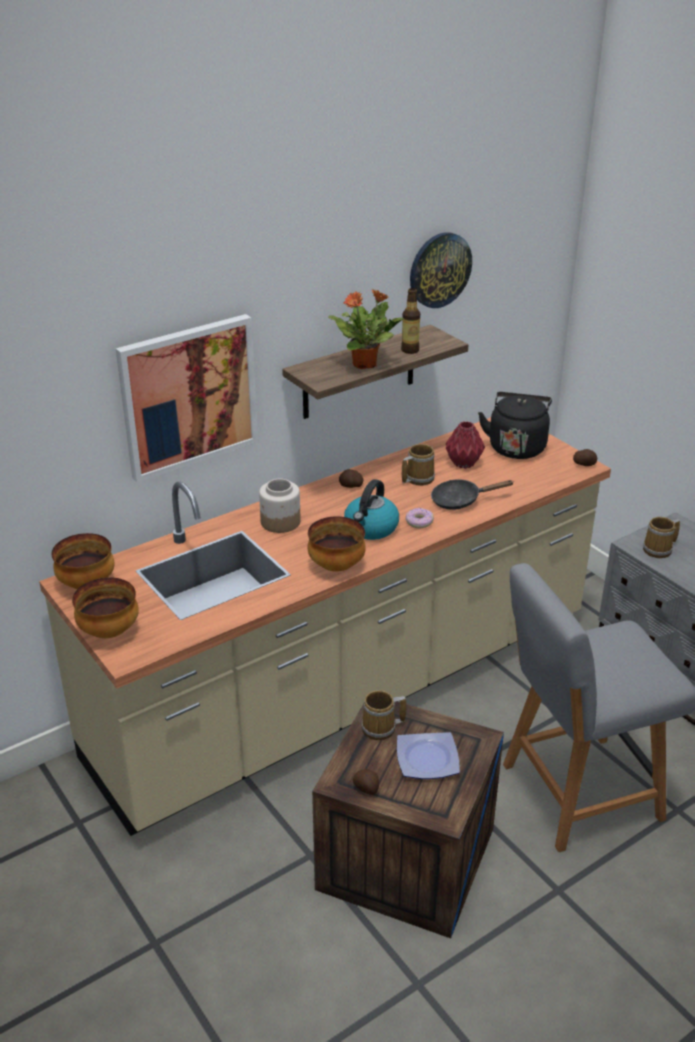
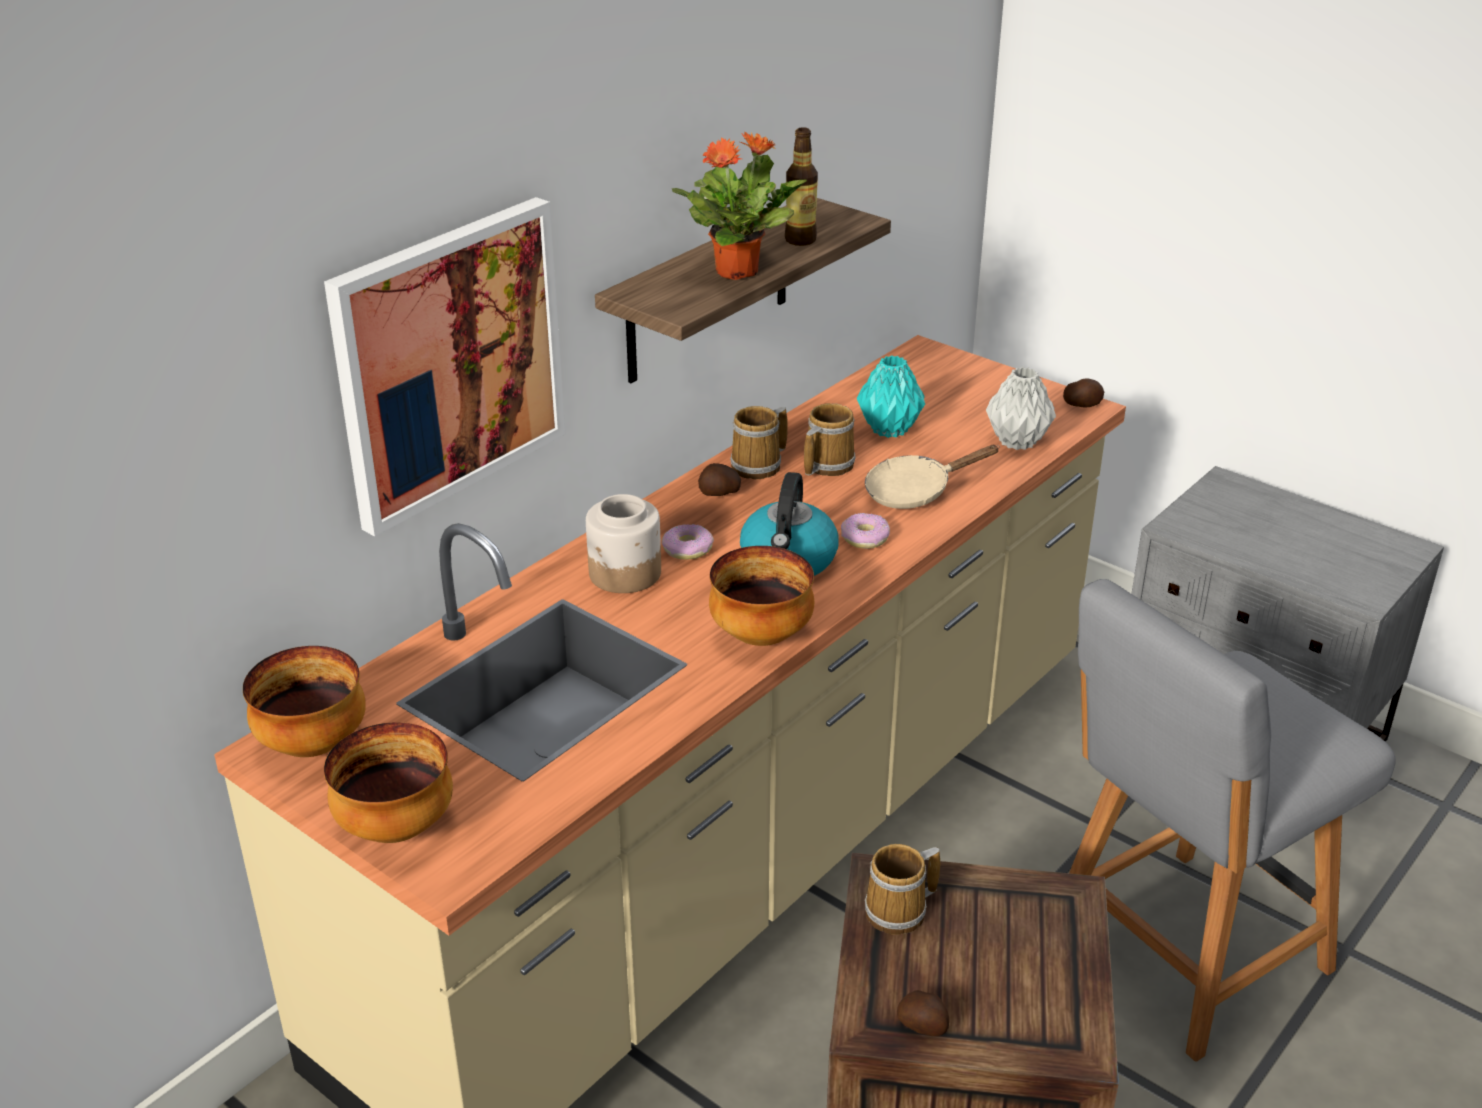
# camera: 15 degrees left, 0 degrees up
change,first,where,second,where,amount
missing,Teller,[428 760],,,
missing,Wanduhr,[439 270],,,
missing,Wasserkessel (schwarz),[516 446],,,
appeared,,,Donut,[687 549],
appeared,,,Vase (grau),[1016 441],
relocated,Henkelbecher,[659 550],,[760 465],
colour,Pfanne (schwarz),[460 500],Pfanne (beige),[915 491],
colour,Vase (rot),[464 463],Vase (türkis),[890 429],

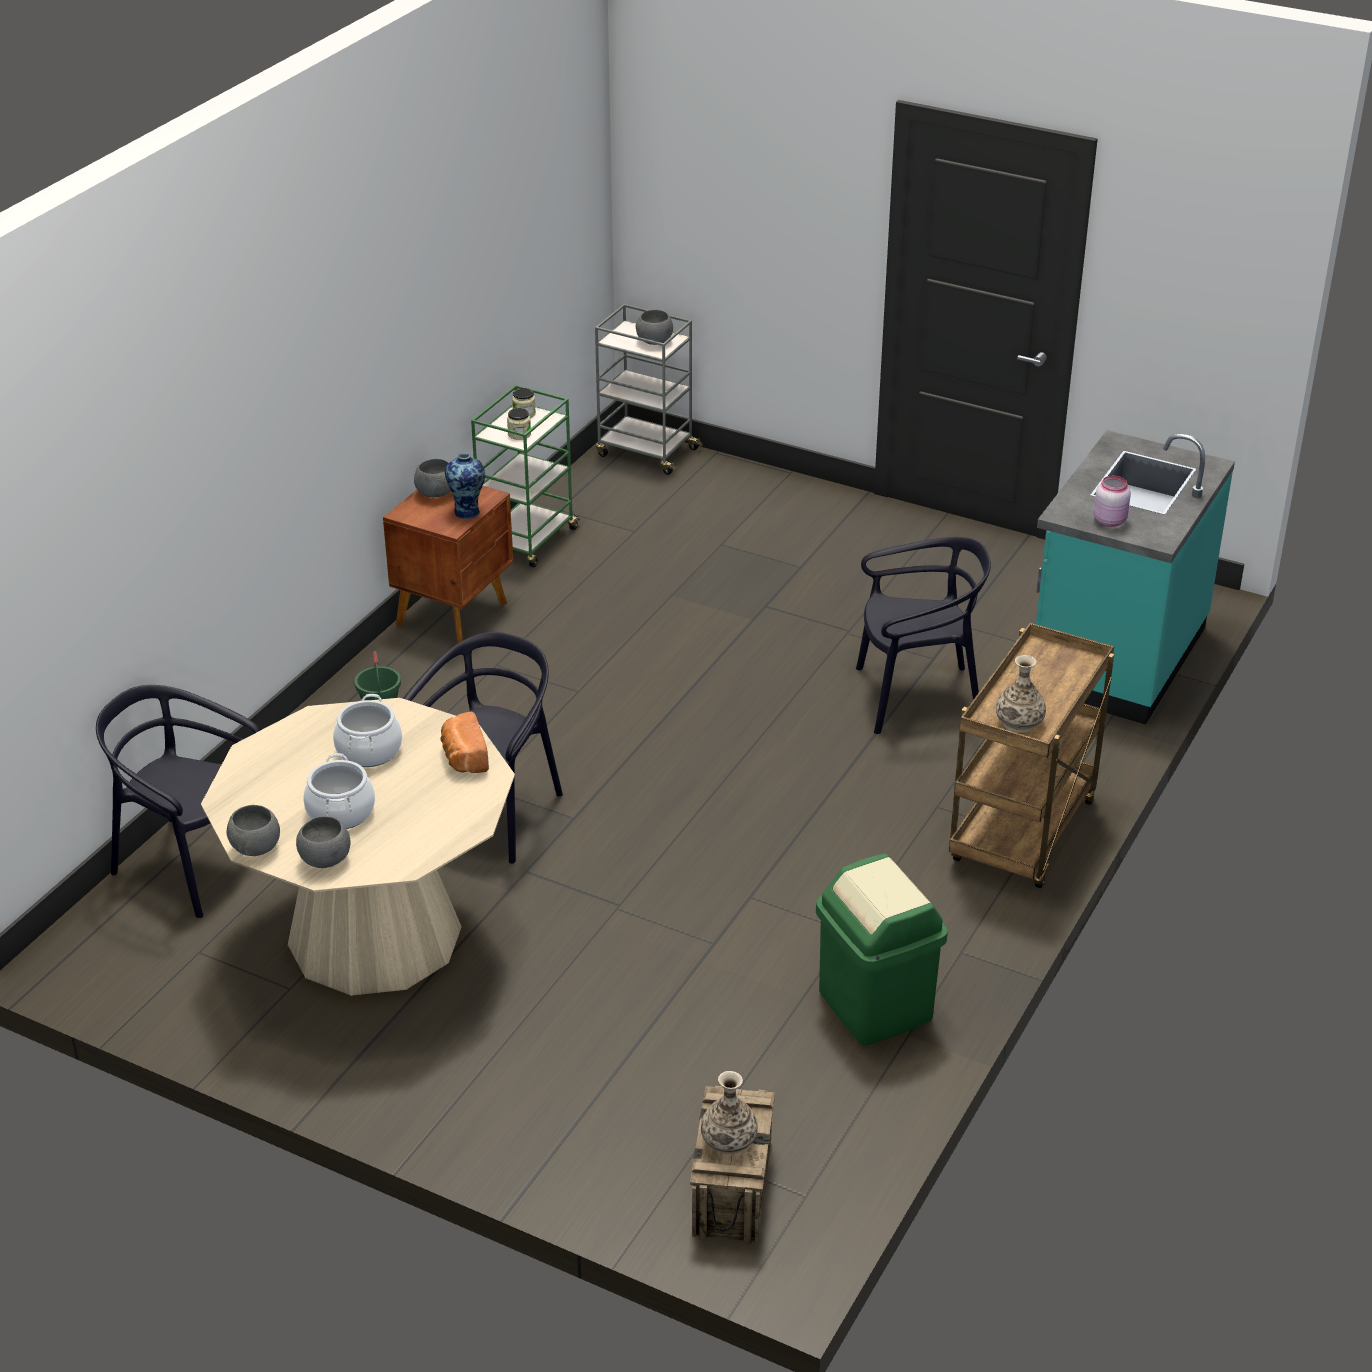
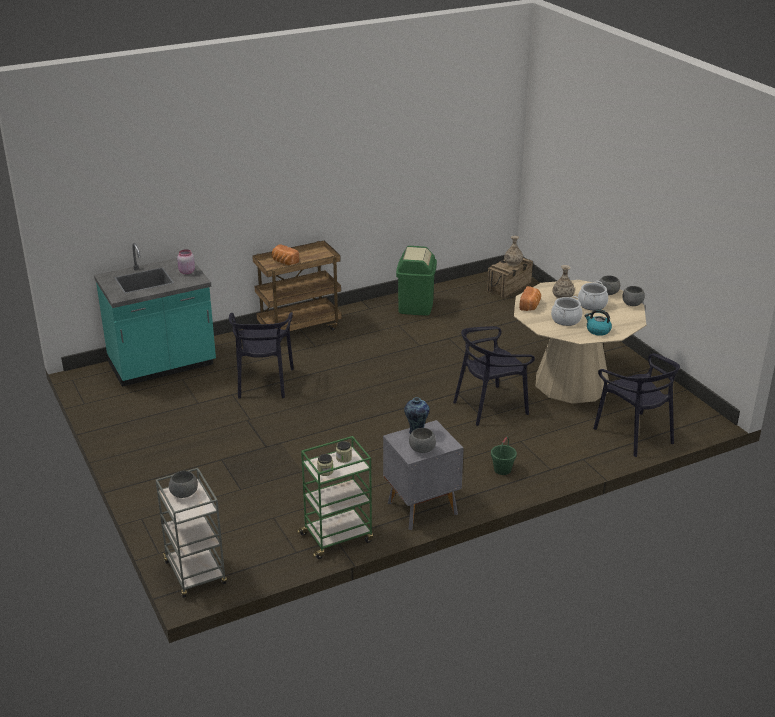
# camera: 145 degrees left, 5 degrees down
change,first,where,second,where,amount
appeared,,,Brot,[284 262],
appeared,,,Wasserkessel,[597 330],
relocated,Vase,[1019 722],,[563 297],
colour,Nachttisch (braun),[454 613],Nachttisch (grau),[421 508],
spun,Stuhl (schwarz),[916 697],,[263 383],120 degrees counterclockwise

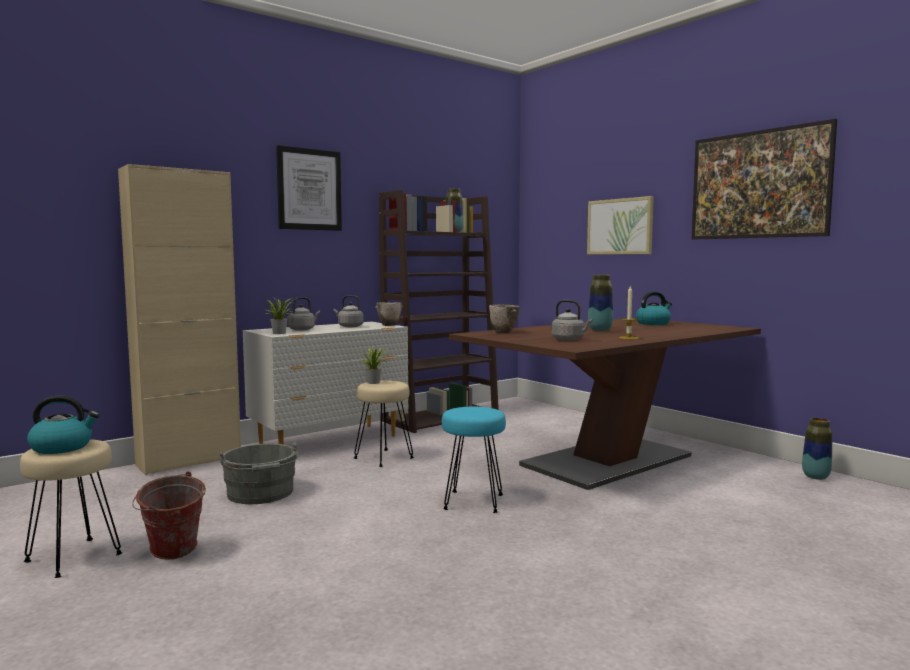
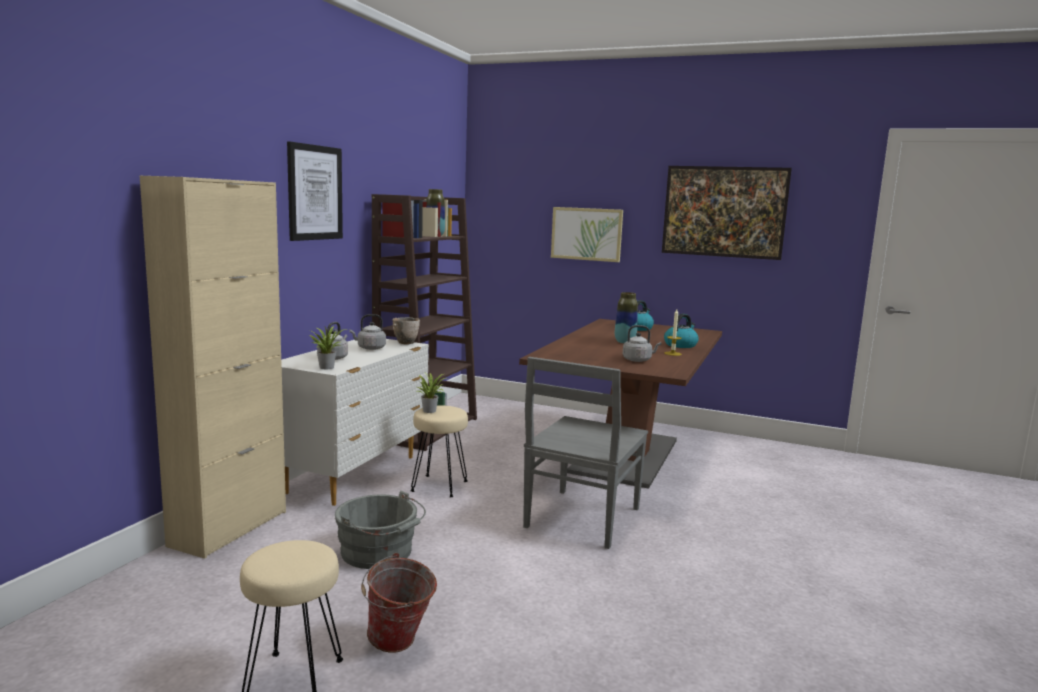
# camera: 30 degrees left, 5 degrees up
change,first,where,second,where,amount
missing,Schüssel,[504 332],,,
missing,Vase,[815 477],,,
relocated,Wasserkessel,[62 447],,[680 345],
exchanged,Hocker (türkis),[472 502],Stuhl (grau),[581 519],

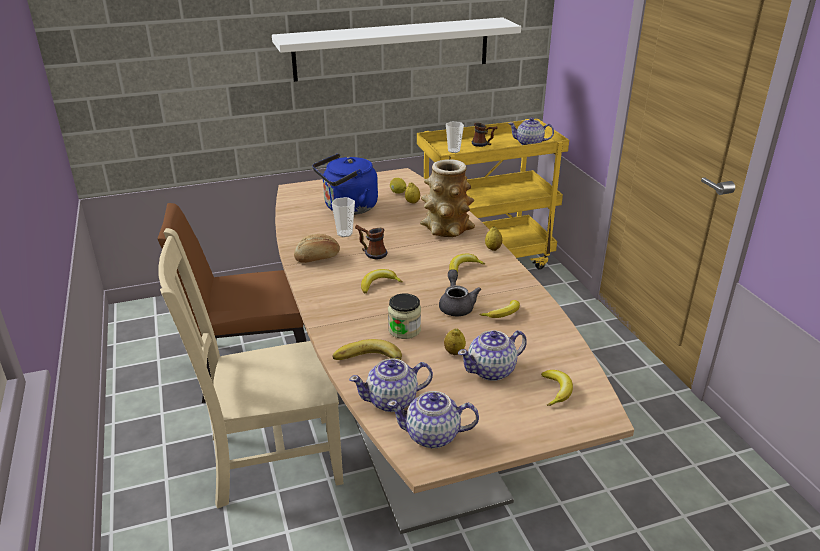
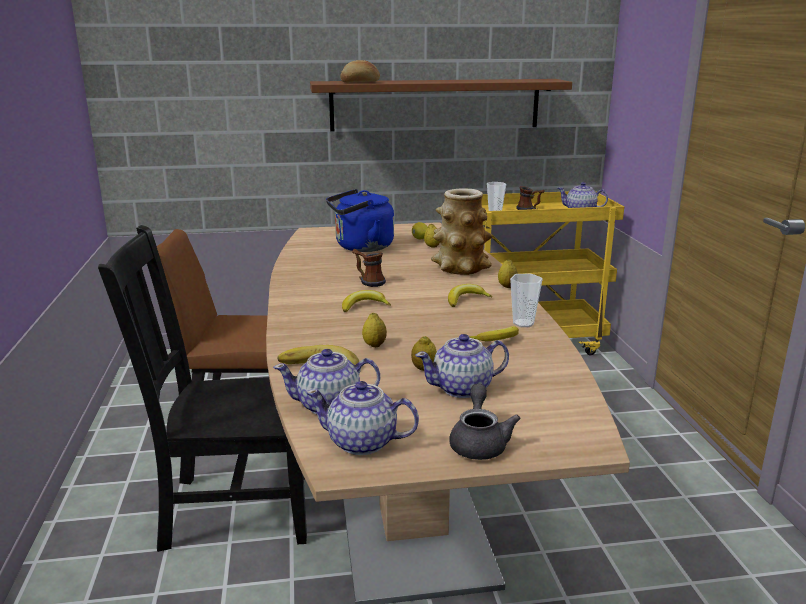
# camera: 10 degrees right, 10 degrees down
change,first,where,second,where,amount
missing,Banane,[556 391],,,
relocated,Brot,[317 258],,[360 82],
relocated,Tasse,[344 233],,[523 323],
relocated,Teekanne (grau),[456 305],,[479 442],
exchanged,Vorratsglas,[404 330],Zitrone,[374 345],
colour,Stuhl (beige),[270 459],Stuhl (schwarz),[233 509],
colour,Wandregal (weiß),[392 49],Wandregal (braun),[435 104],

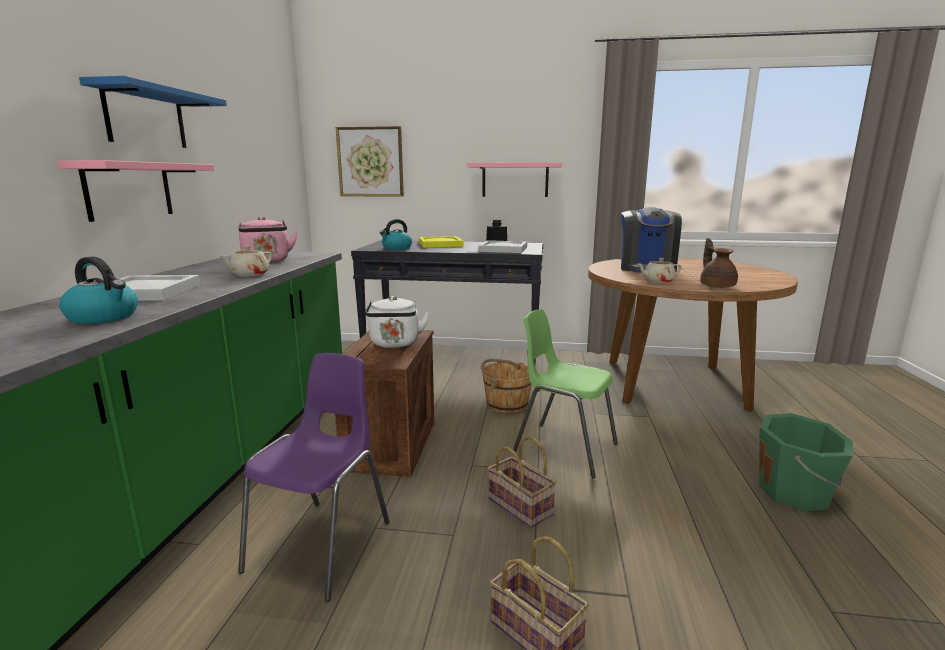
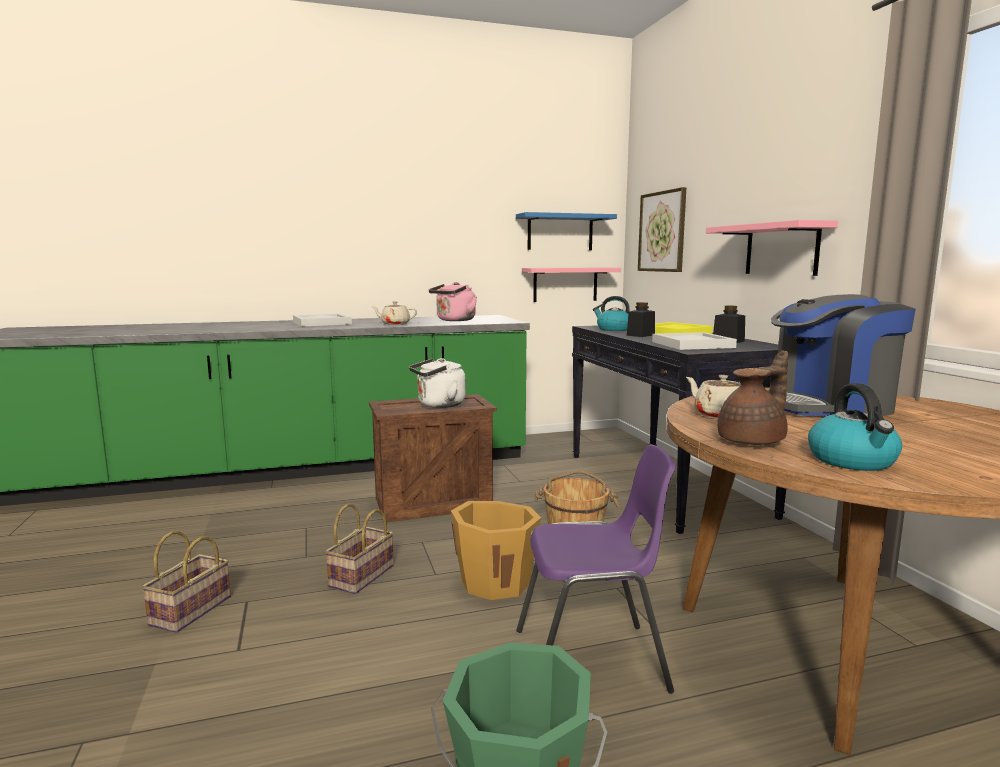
# camera: 65 degrees right, 5 degrees down
change,first,where,second,where,amount
appeared,,,Vorratsglas (schwarz),[640 335],
relocated,Wandregal (rosa),[129 190],,[565 284],
relocated,Wasserkessel,[104 317],,[853 461],
relocated,Wandregal (blau),[146 118],,[560 232],
relocated,Stuhl (lila),[322 545],,[591 661],
exchanged,Stuhl (grün),[564 448],Eimer (orange),[496 581],

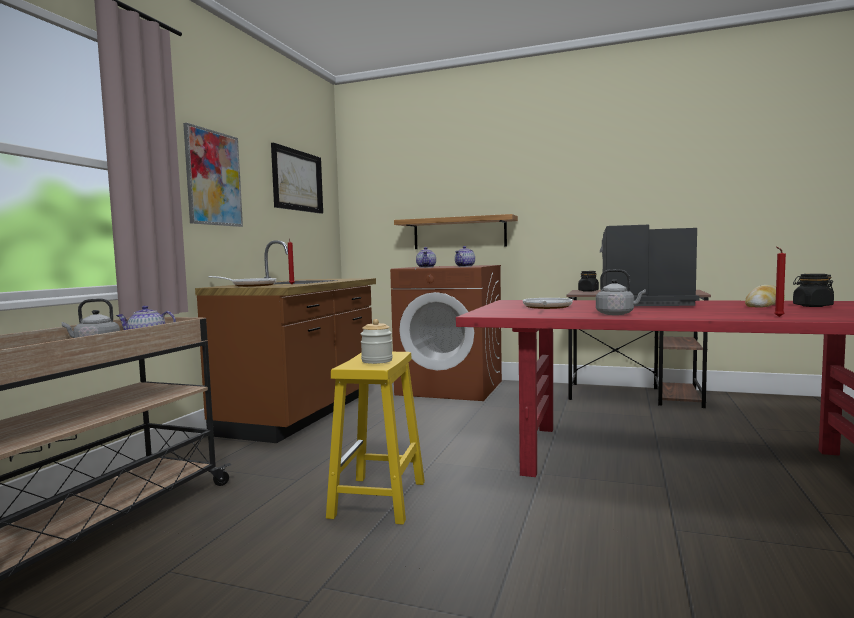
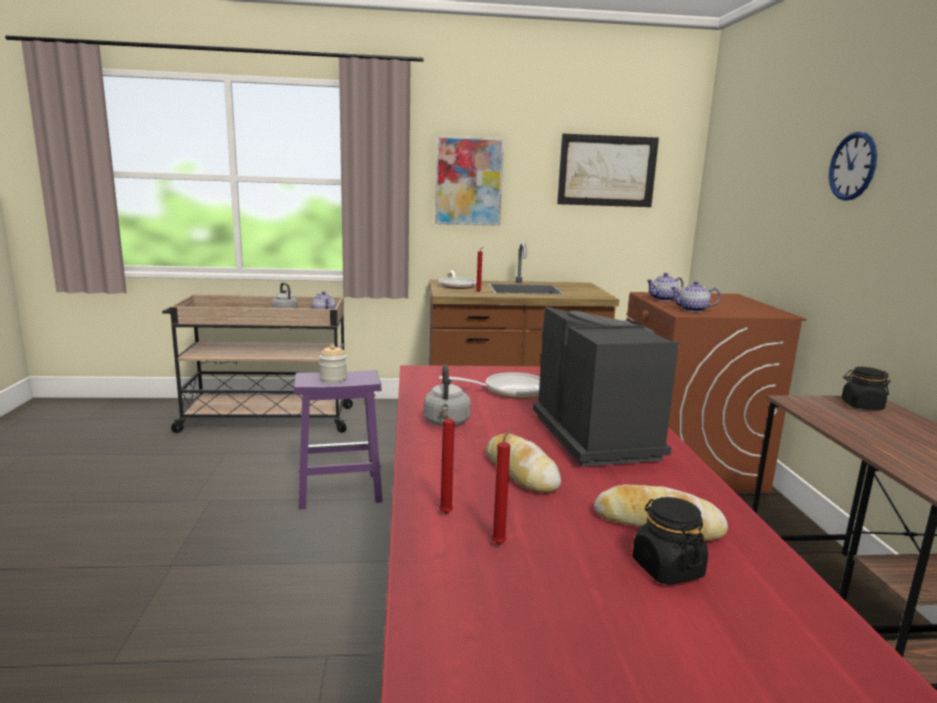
# camera: 65 degrees right, 10 degrees up
change,first,where,second,where,amount
missing,Wandregal,[459 233],,,
appeared,,,Brot,[520 472],
appeared,,,Kerze (rot),[500 543],
appeared,,,Wanduhr,[853 166],
colour,Hocker (gelb),[378 500],Hocker (lila),[338 490],

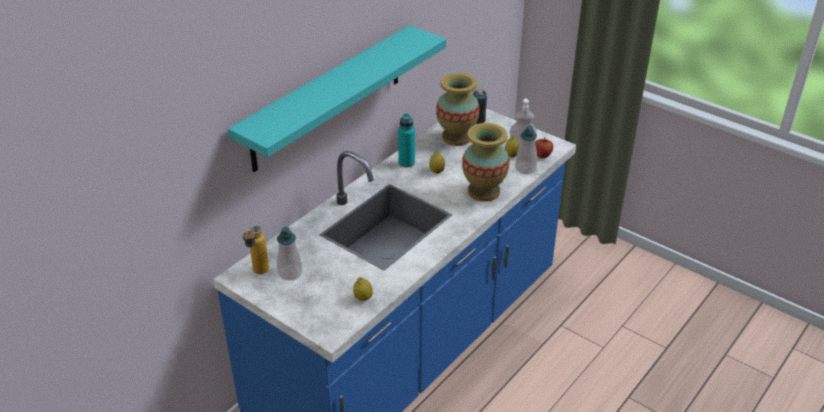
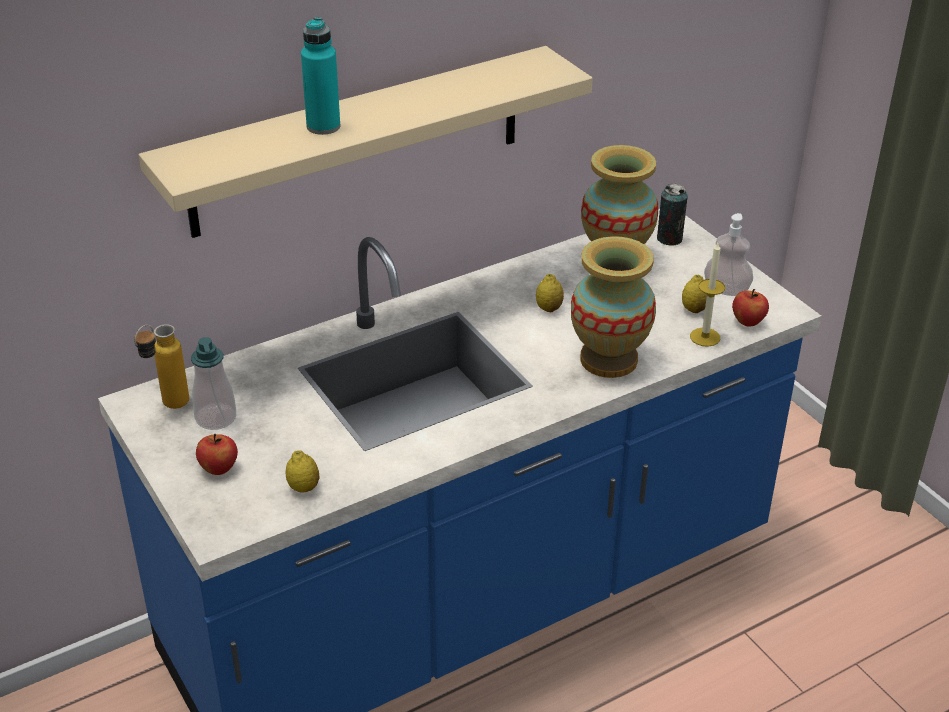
# camera: 20 degrees right, 0 degrees up
change,first,where,second,where,amount
appeared,,,Apfel,[219 468],
relocated,Flasche (türkis),[406 162],,[323 126],
exchanged,Seifenspender,[525 168],Kerze,[705 337],
colour,Wandregal (türkis),[328 98],Wandregal (beige),[358 142],

